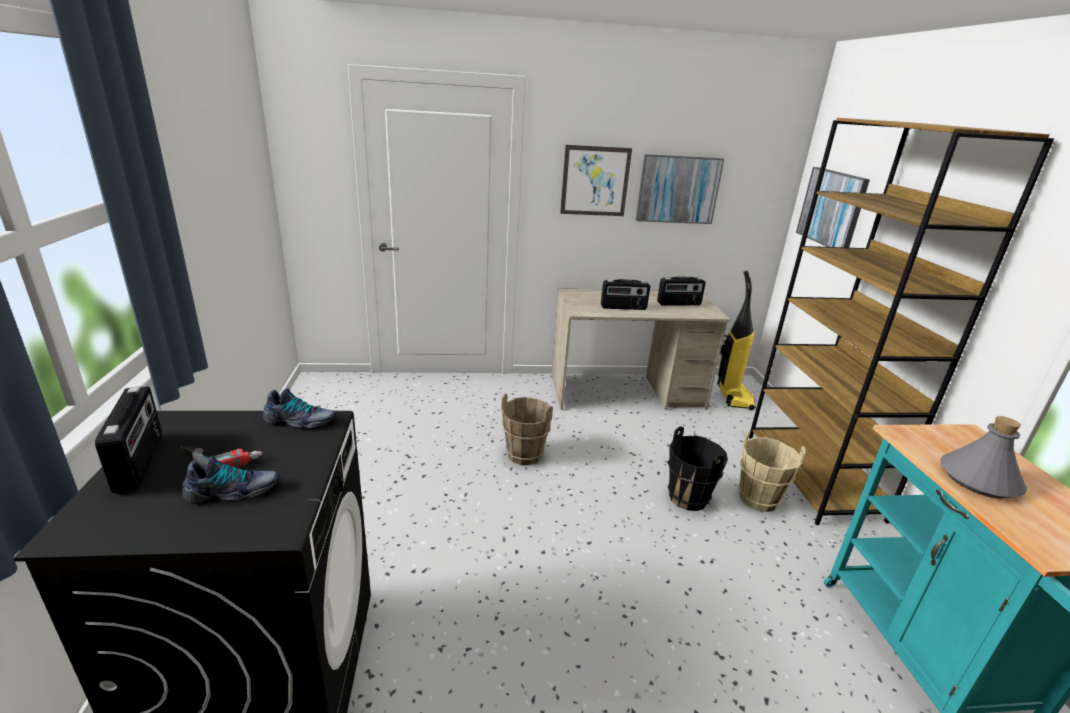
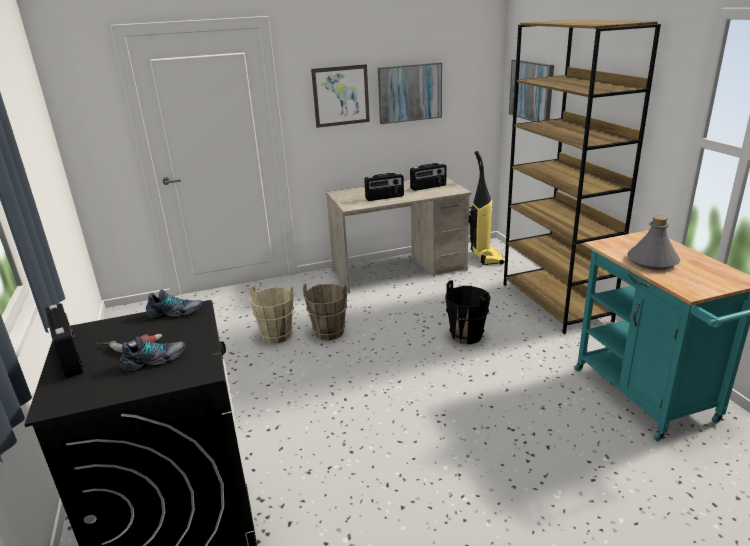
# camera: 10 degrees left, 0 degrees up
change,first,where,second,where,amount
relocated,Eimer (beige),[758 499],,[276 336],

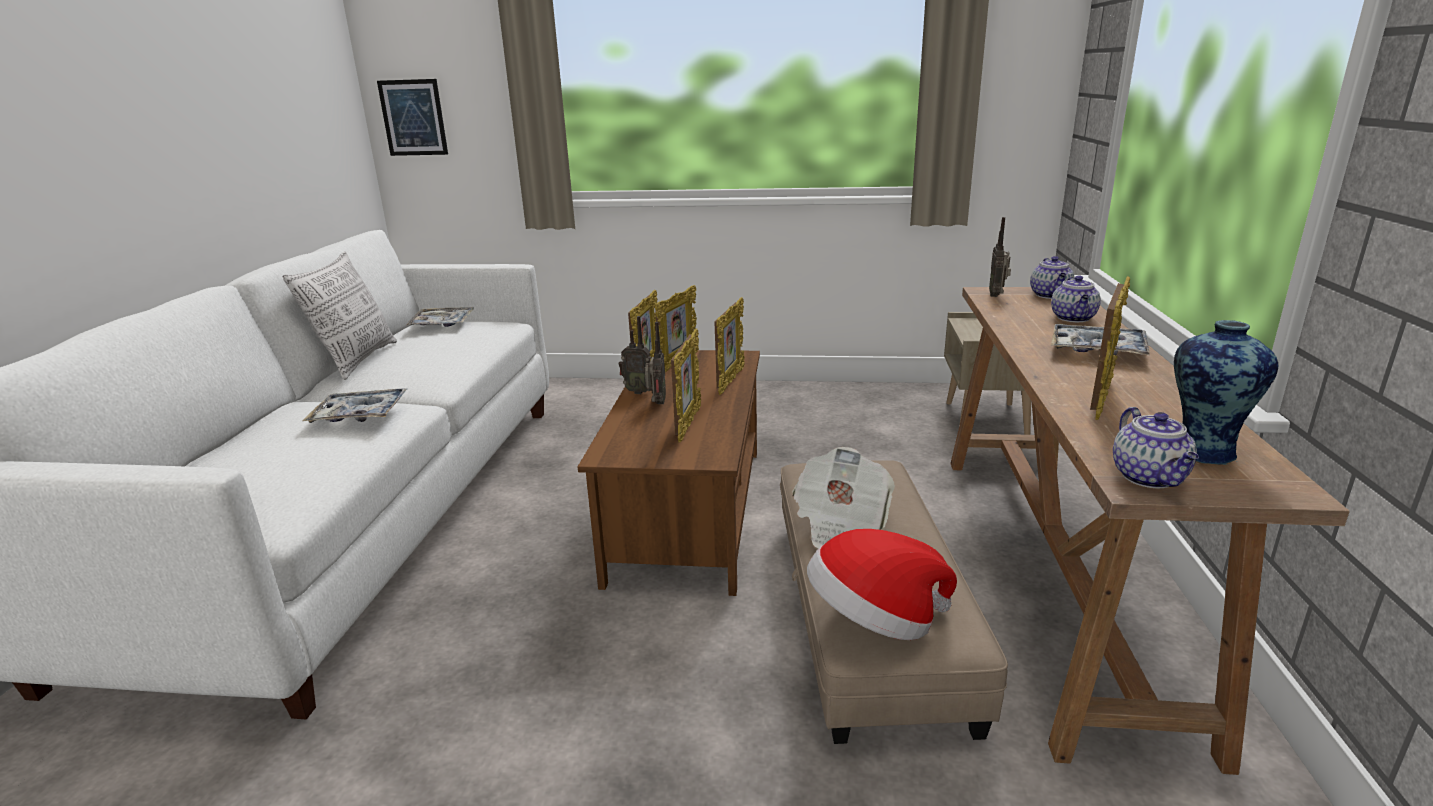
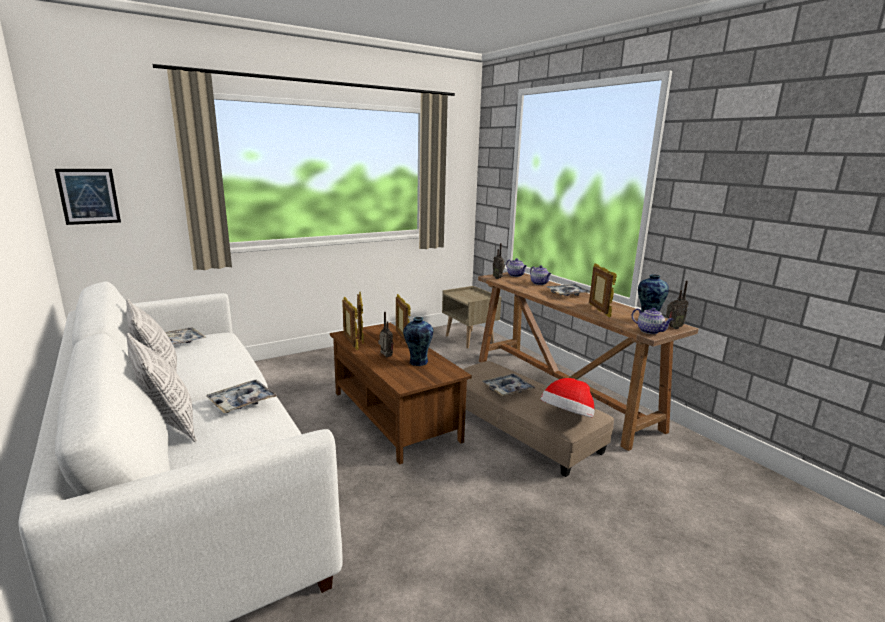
# camera: 40 degrees left, 5 degrees down
change,first,where,second,where,amount
appeared,,,Kissen,[168 425],
relocated,Radio,[638 391],,[673 327],
exchanged,Bilderrahmen,[688 424],Vase,[417 362],
exchanged,Zeitung,[840 523],Tablett,[508 389],

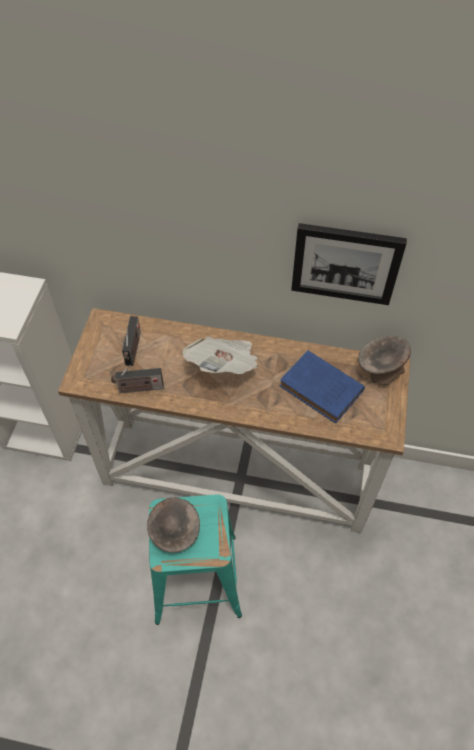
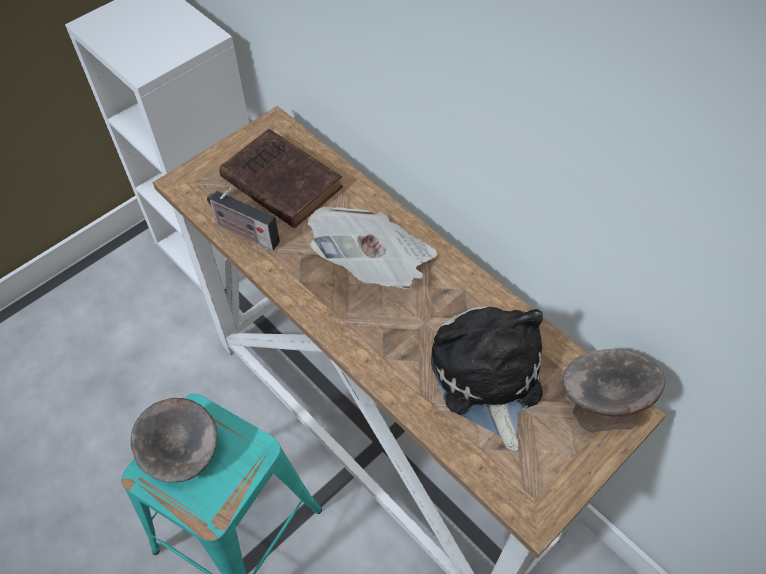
# camera: 35 degrees right, 0 degrees up
change,first,where,second,where,amount
missing,Bild,[346 263],,,
exchanged,Radio,[133 350],Buch (braun),[279 181],
exchanged,Buch (blau),[323 390],Plüschtier,[486 379],

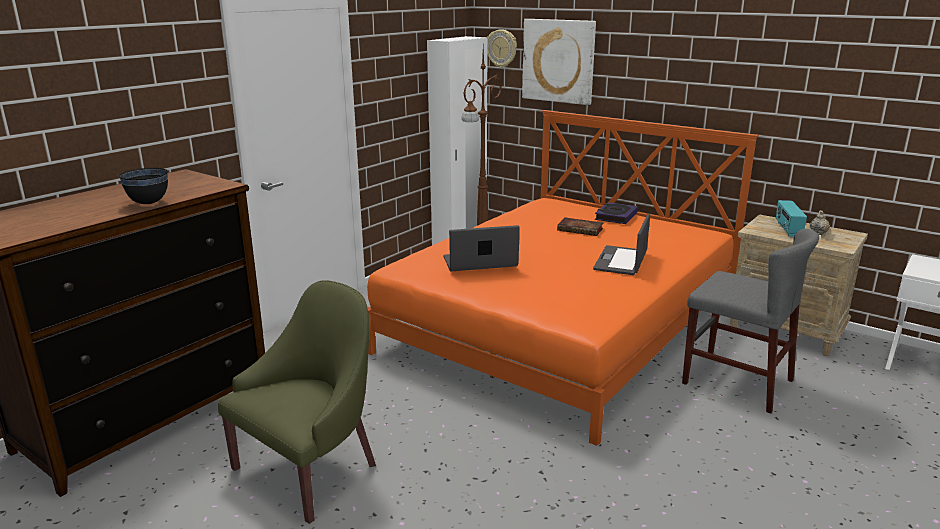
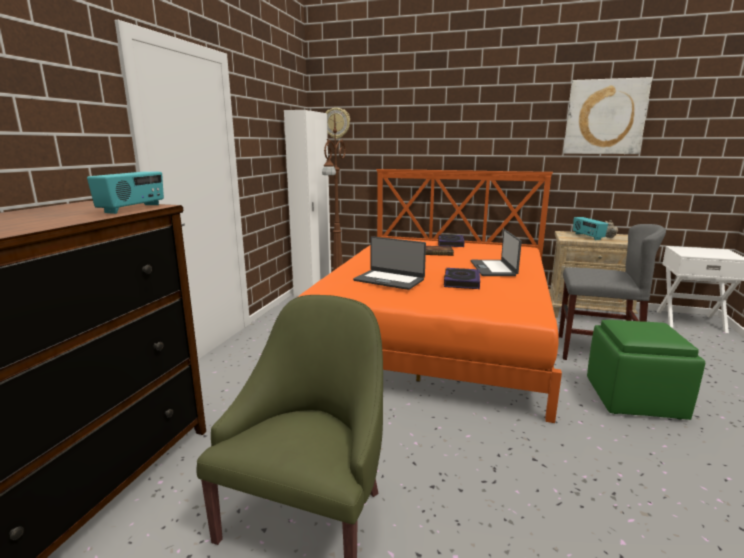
# camera: 20 degrees left, 5 degrees down
change,first,where,second,where,amount
missing,Schüssel (schwarz),[149 203],,,
appeared,,,Radio,[133 209],
appeared,,,Buch,[461 282],
appeared,,,Polsterhocker (grün),[634 398],
relocated,Bild,[558 61],,[605 117],
spun,Laptop,[480 262],,[389 280],120 degrees counterclockwise

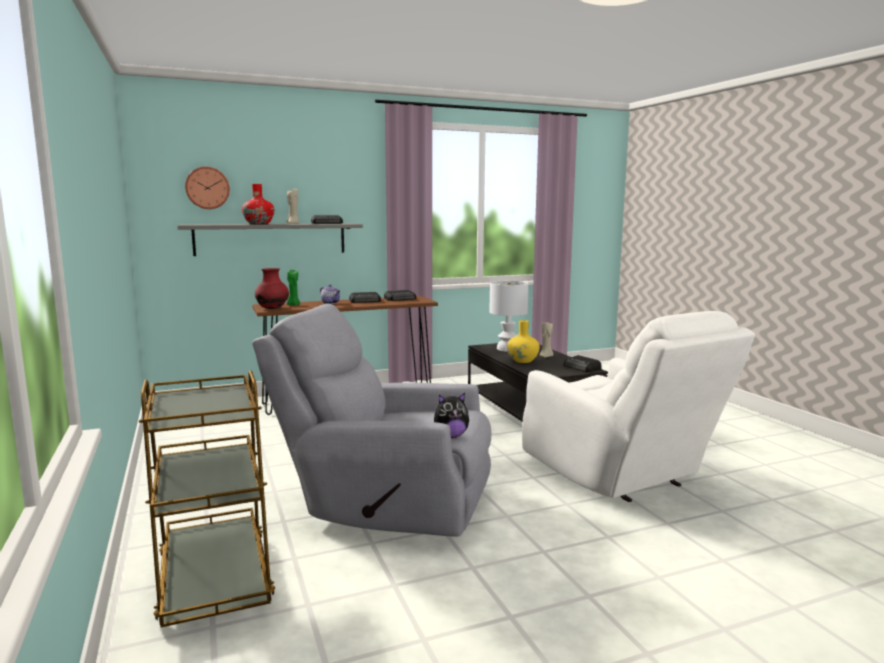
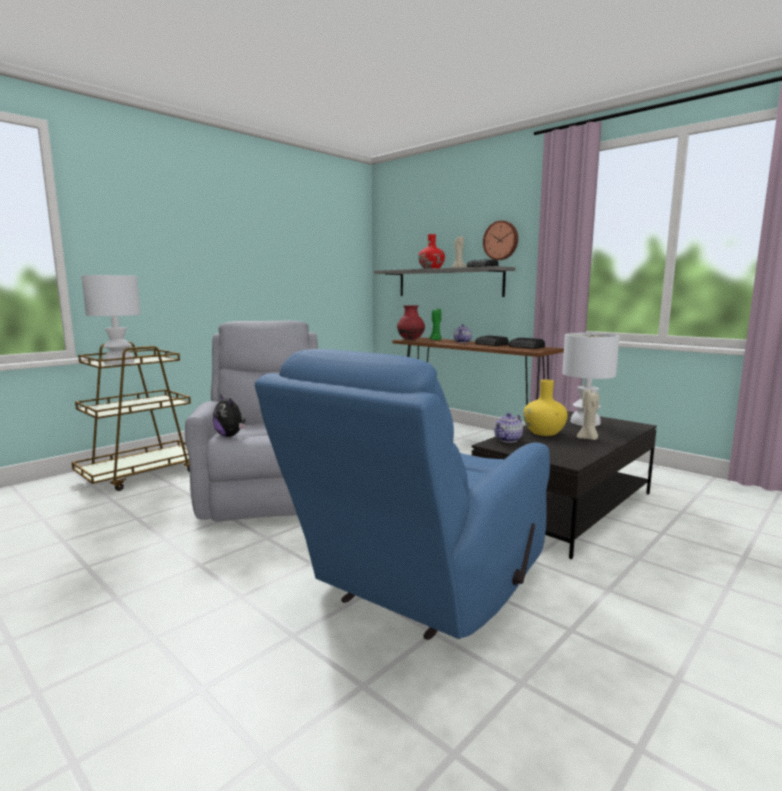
# camera: 65 degrees right, 0 degrees up
change,first,where,second,where,amount
missing,Radio,[582 368],,,
appeared,,,Tischlampe (weiß),[118 362],
appeared,,,Teekanne,[508 440],
relocated,Wanduhr,[207 188],,[501 240],
colour,Sessel (weiß),[619 475],Sessel (blau),[419 587],

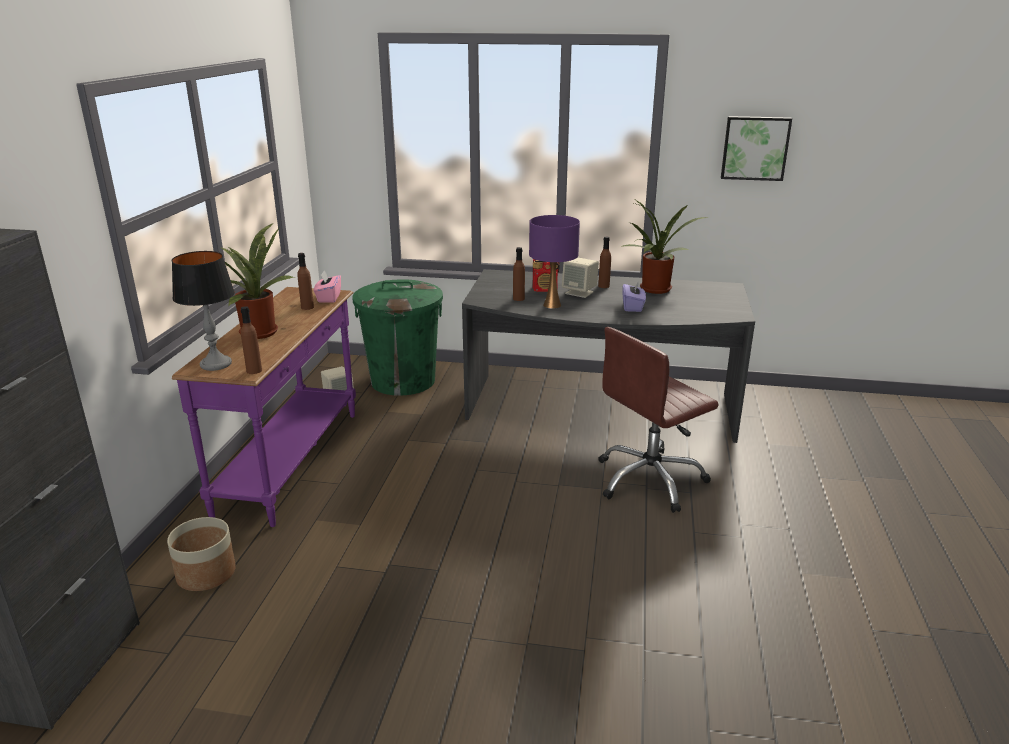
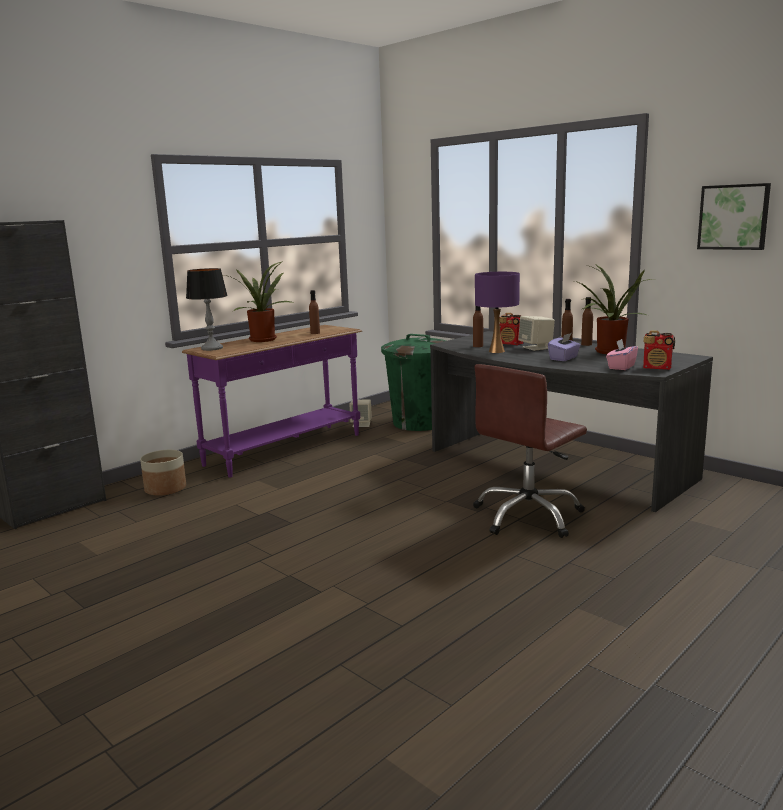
# camera: 35 degrees right, 10 degrees down
change,first,where,second,where,amount
appeared,,,Radio,[657 368],
relocated,Flasche (braun),[254 370],,[586 344],
relocated,Taschentuchbox (rosa),[328 298],,[621 367],
spun,Bürostuhl (braun),[650 480],,[528 516],45 degrees counterclockwise

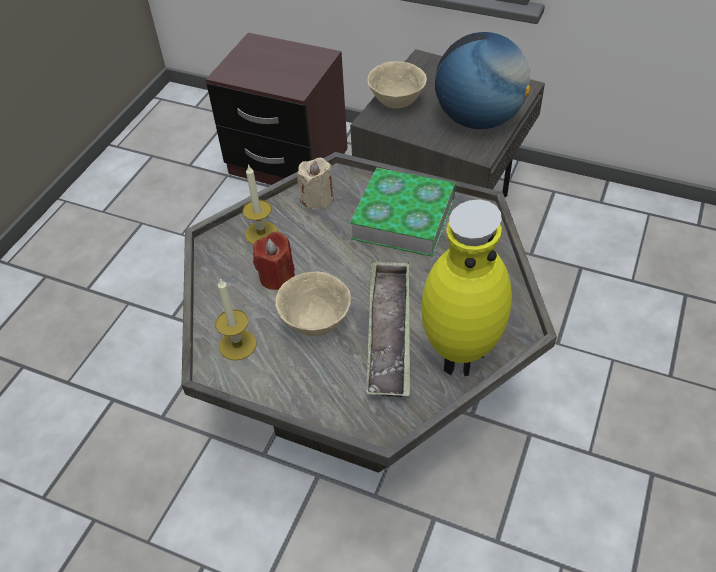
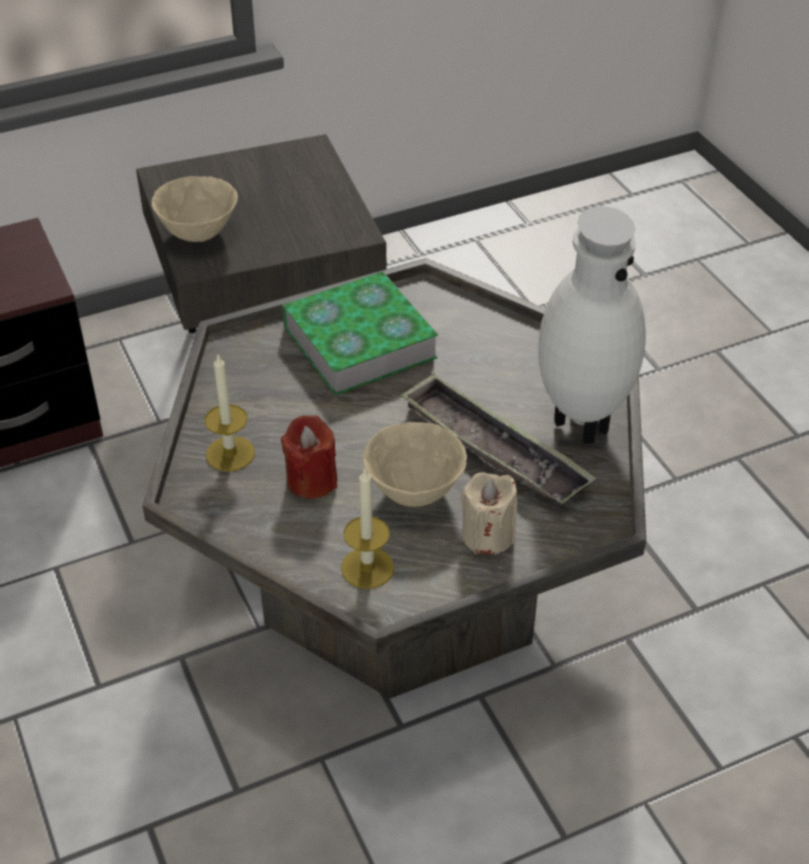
# camera: 50 degrees left, 5 degrees down
change,first,where,second,where,amount
missing,Globus,[478 119],,,
relocated,Kerze (beige),[317 198],,[488 535],
colour,Vase (gelb),[459 356],Vase (weiß),[579 423],

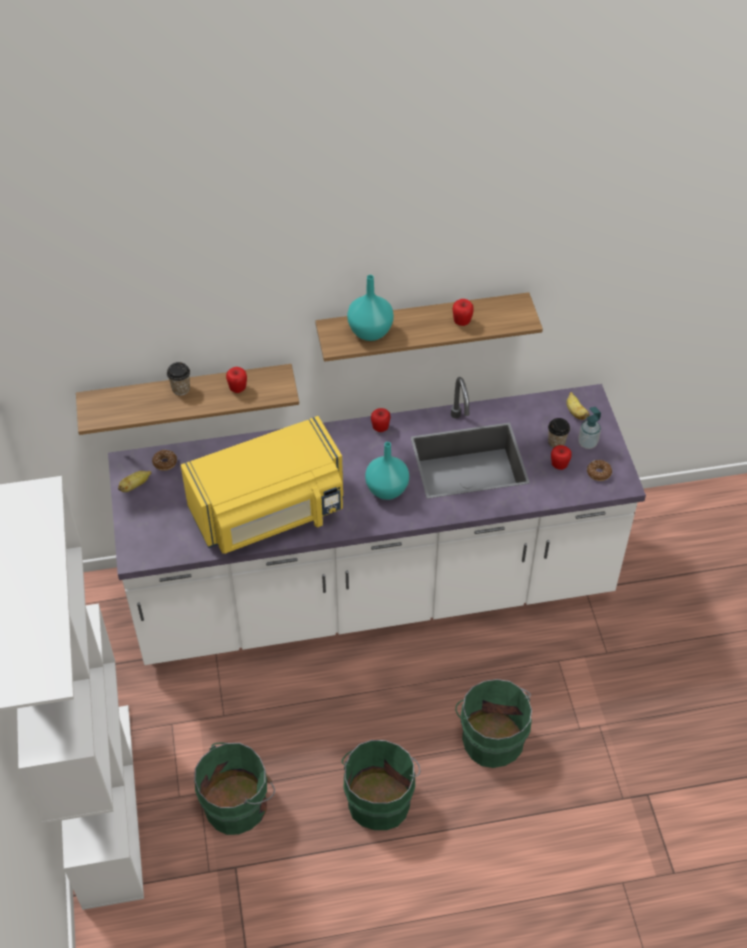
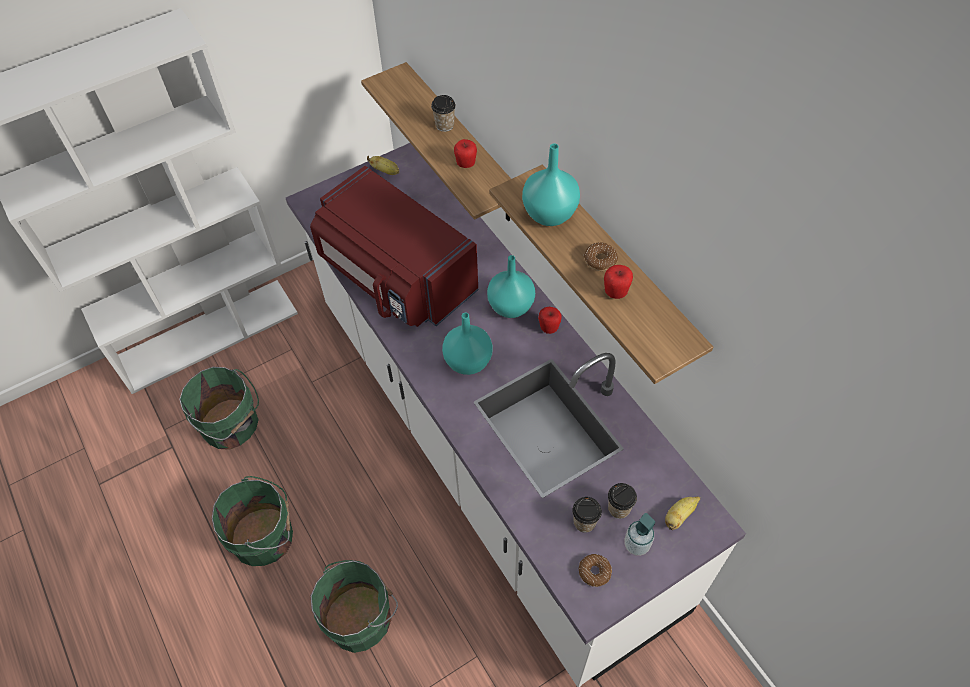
# camera: 70 degrees right, 5 degrees up
change,first,where,second,where,amount
appeared,,,Vase (türkis),[511 306],
relocated,Donut,[165 463],,[600 260],
exchanged,Apfel,[559 465],Tasse,[584 522],
colour,Mikrowelle (gelb),[270 513],Mikrowelle (rot),[395 277],

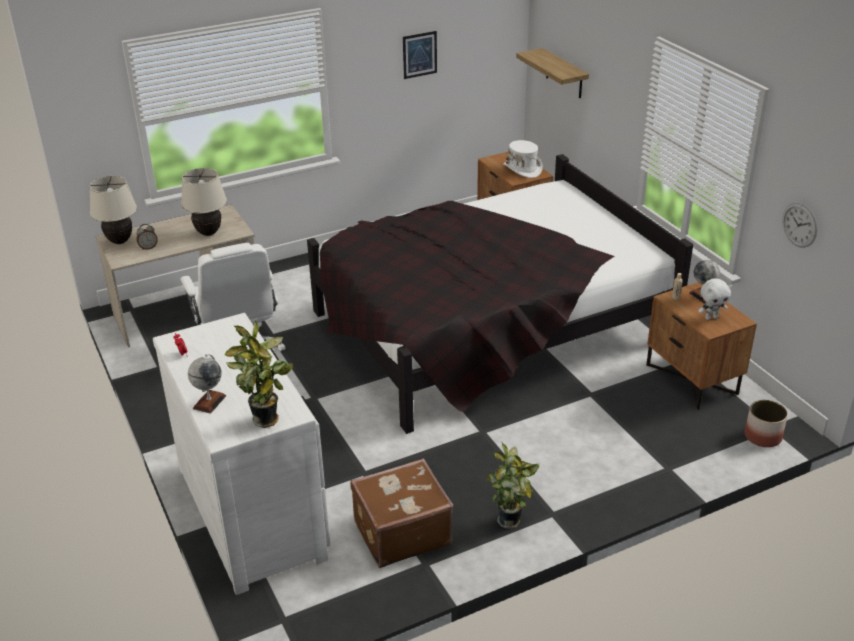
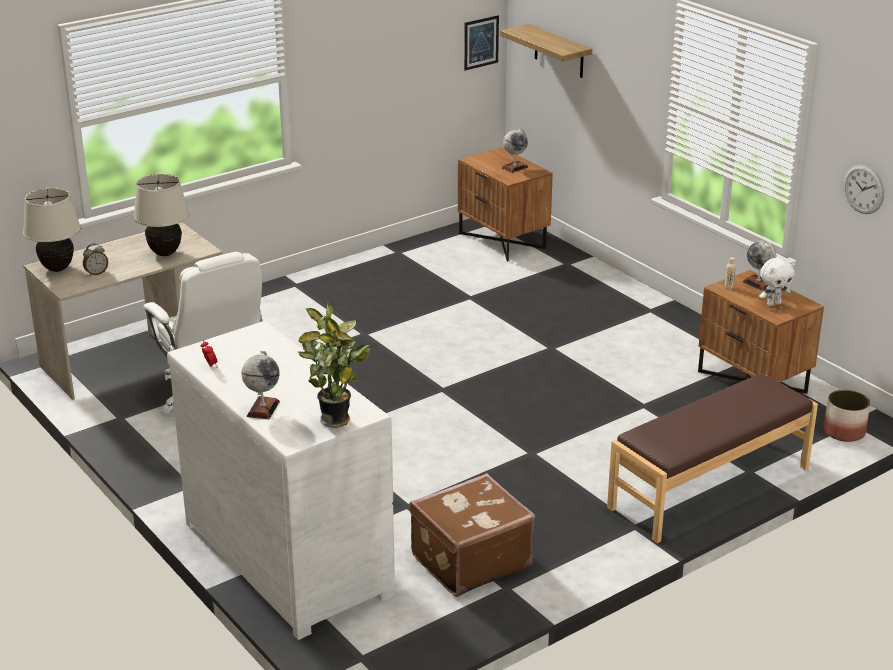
# camera: 10 degrees left, 5 degrees down
change,first,where,second,where,amount
missing,Bett (schwarz),[490 327],,,
missing,Topfpflanze,[511 521],,,
appeared,,,Bank (braun),[710 488],
relocated,Bild,[419 54],,[481 42],
exchanged,Hut (weiß),[522 169],Globus,[514 167],

